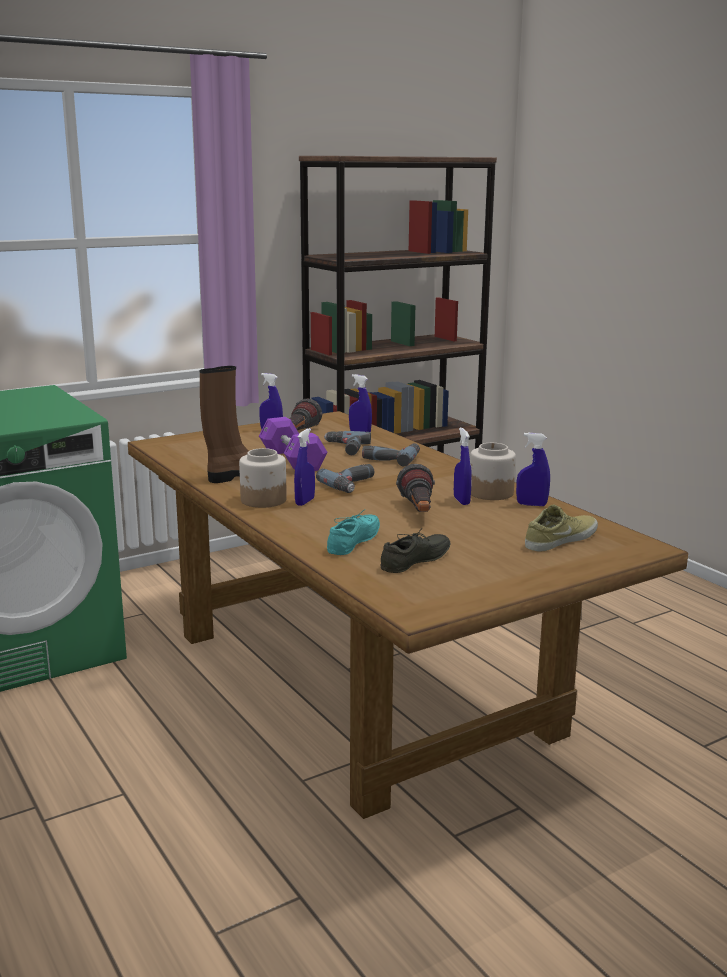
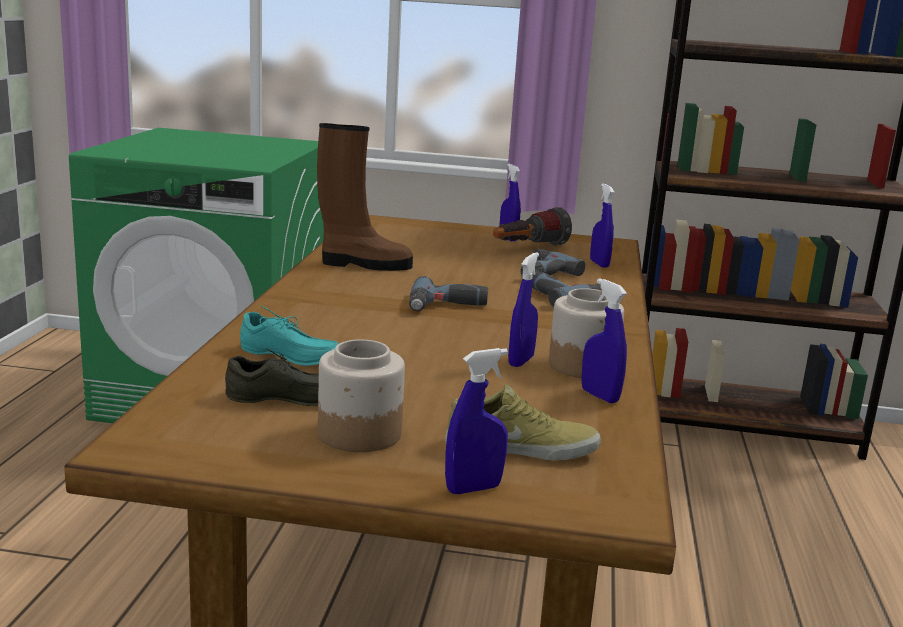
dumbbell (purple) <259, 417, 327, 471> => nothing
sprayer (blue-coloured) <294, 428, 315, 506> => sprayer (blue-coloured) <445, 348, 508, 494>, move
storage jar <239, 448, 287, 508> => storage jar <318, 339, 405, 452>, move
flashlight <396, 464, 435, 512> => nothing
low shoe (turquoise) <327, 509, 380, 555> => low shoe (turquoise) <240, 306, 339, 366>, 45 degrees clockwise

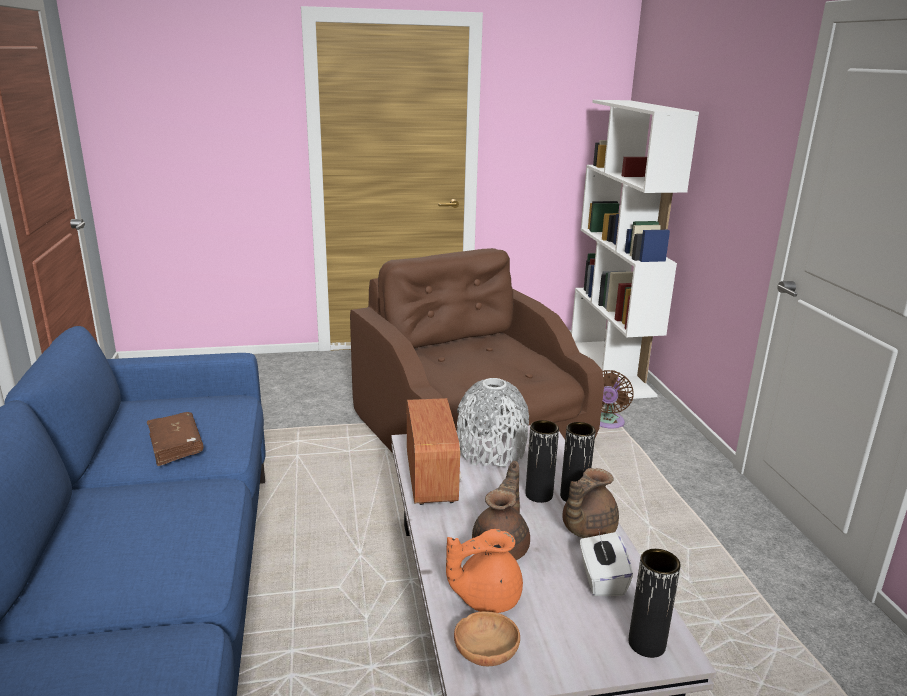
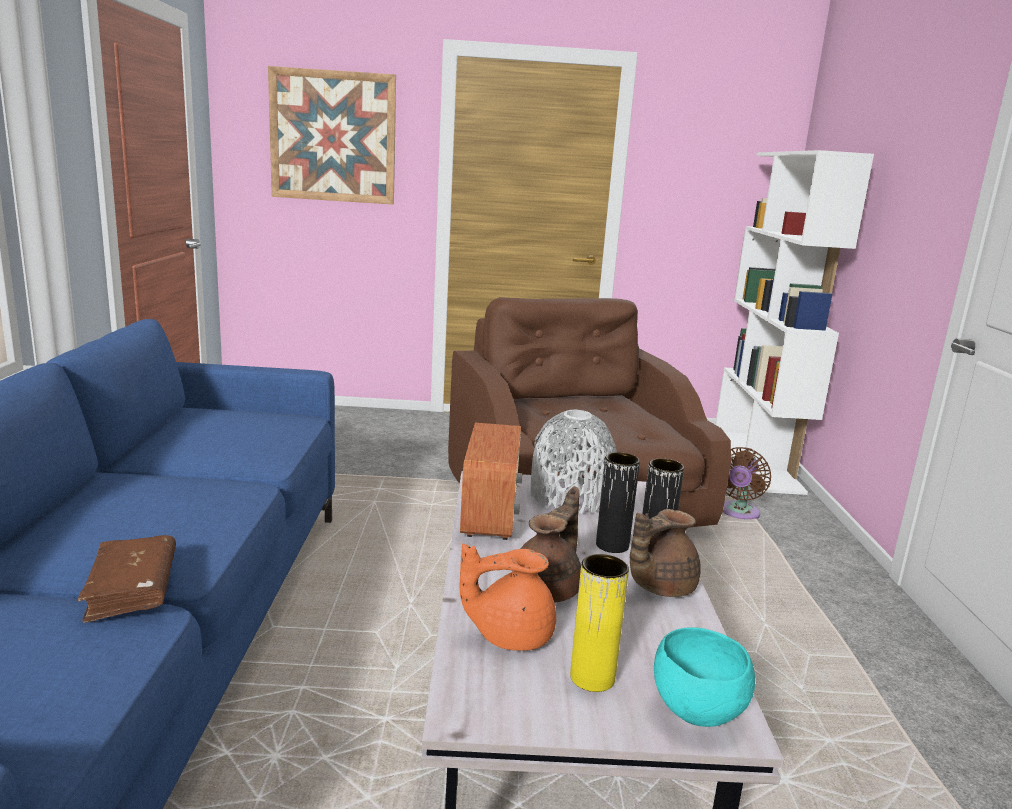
volume (brown) <147, 412, 204, 466> => volume (brown) <78, 535, 176, 623>, move
tissue box (white-coloured) <580, 532, 633, 596> => nothing
decorative vase (black) <629, 549, 681, 658> => serving bowl (turquoise) <654, 627, 755, 727>
serving bowl (brown) <454, 611, 520, 666> => nothing
nothing => wall art <268, 66, 396, 205>
nothing => decorative vase (yellowish) <570, 554, 629, 692>

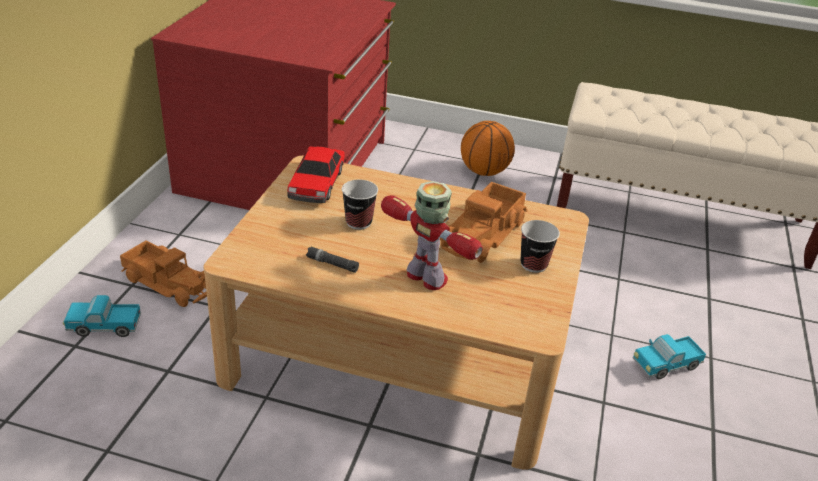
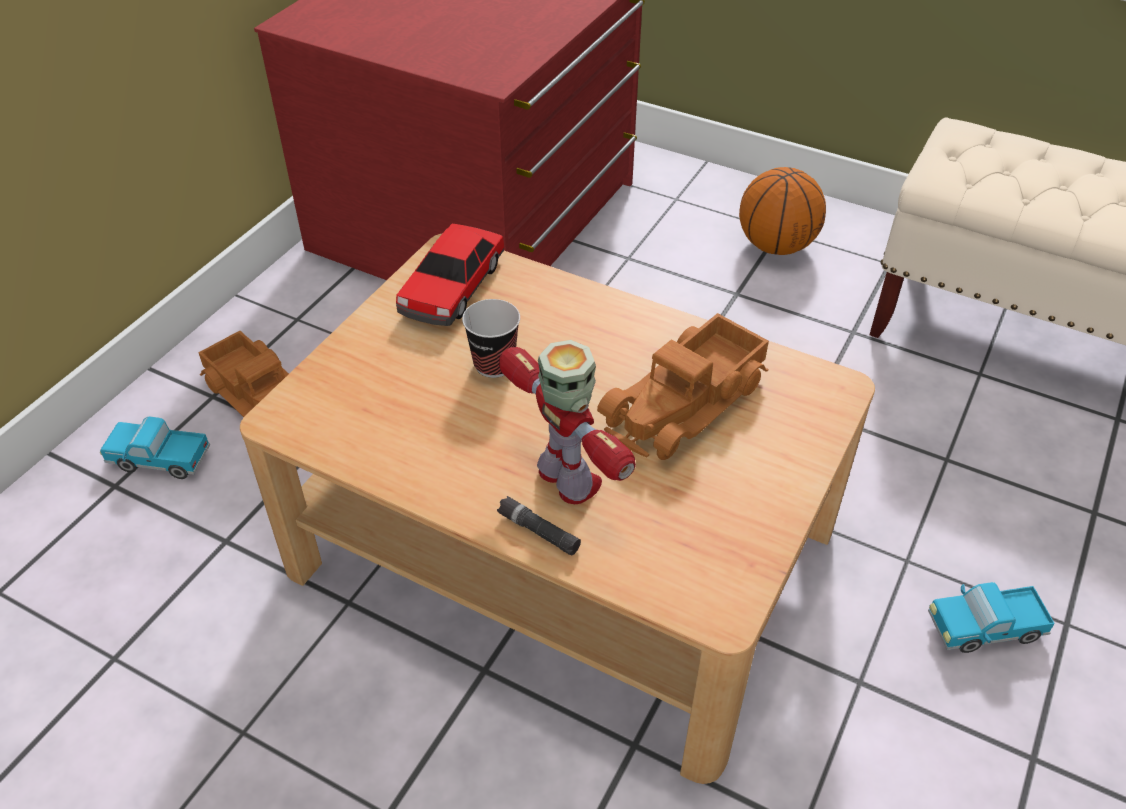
cup <520, 220, 560, 273> => nothing
flashlight (black) <306, 247, 359, 273> => flashlight (black) <497, 496, 581, 555>, move

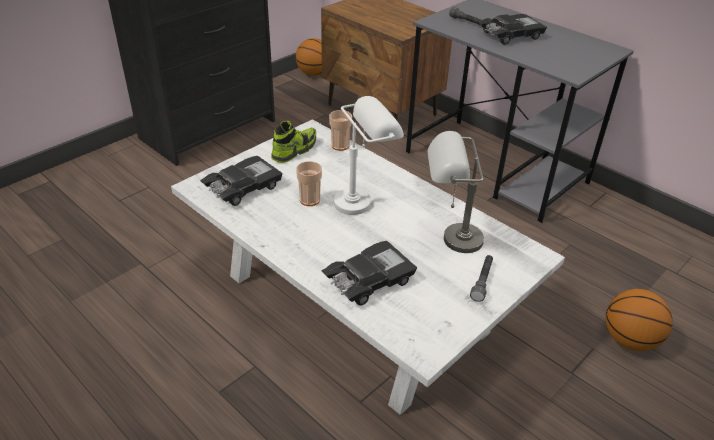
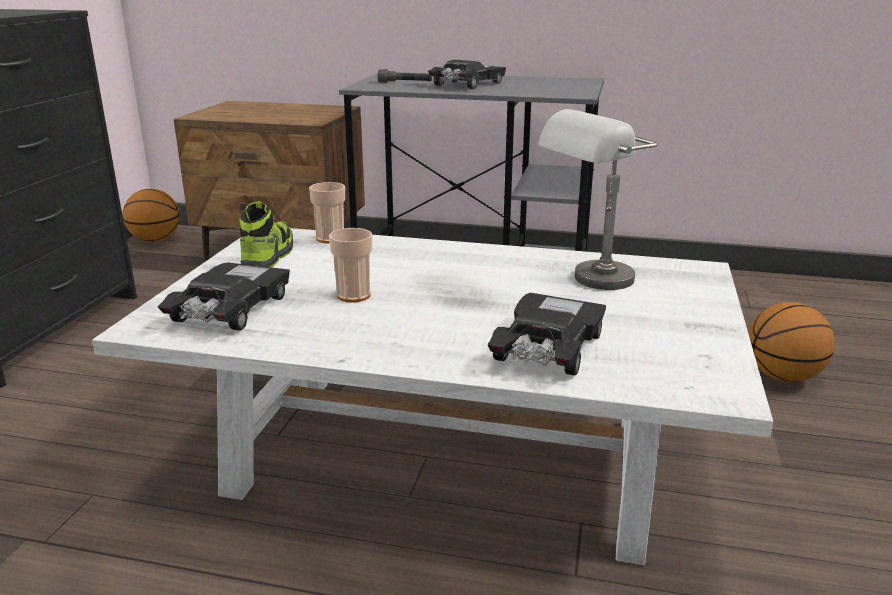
tabletop lamp (white-coloured) <334, 96, 404, 215> => nothing
flashlight (grey) <470, 255, 493, 302> => nothing

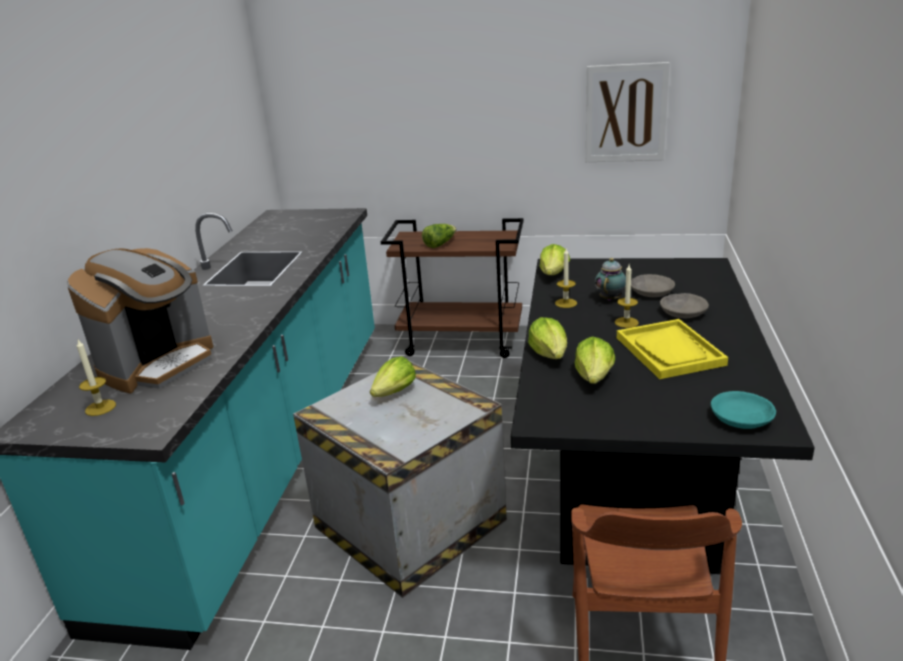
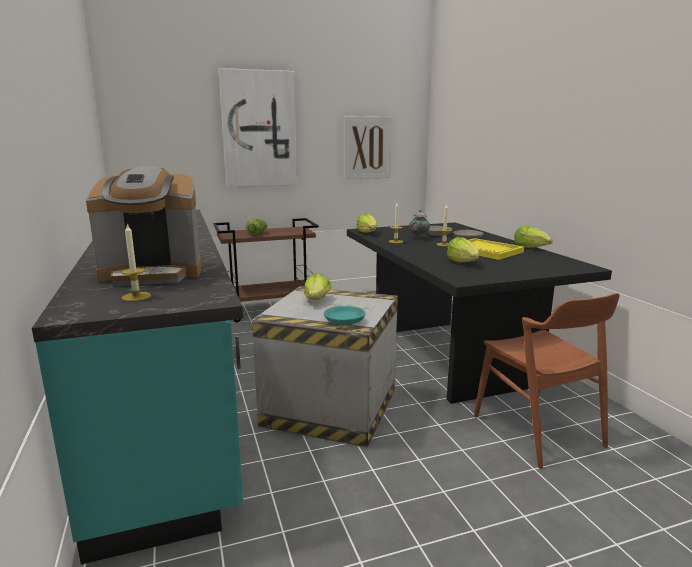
coffee brewer <66, 248, 213, 394> => coffee brewer <86, 166, 201, 286>, 75 degrees clockwise
head of lettuce <528, 317, 567, 359> => head of lettuce <514, 226, 553, 248>, move
serving bowl (turquoise) <711, 391, 776, 429> => serving bowl (turquoise) <324, 306, 365, 325>, move
nothing => wall art <218, 68, 297, 187>

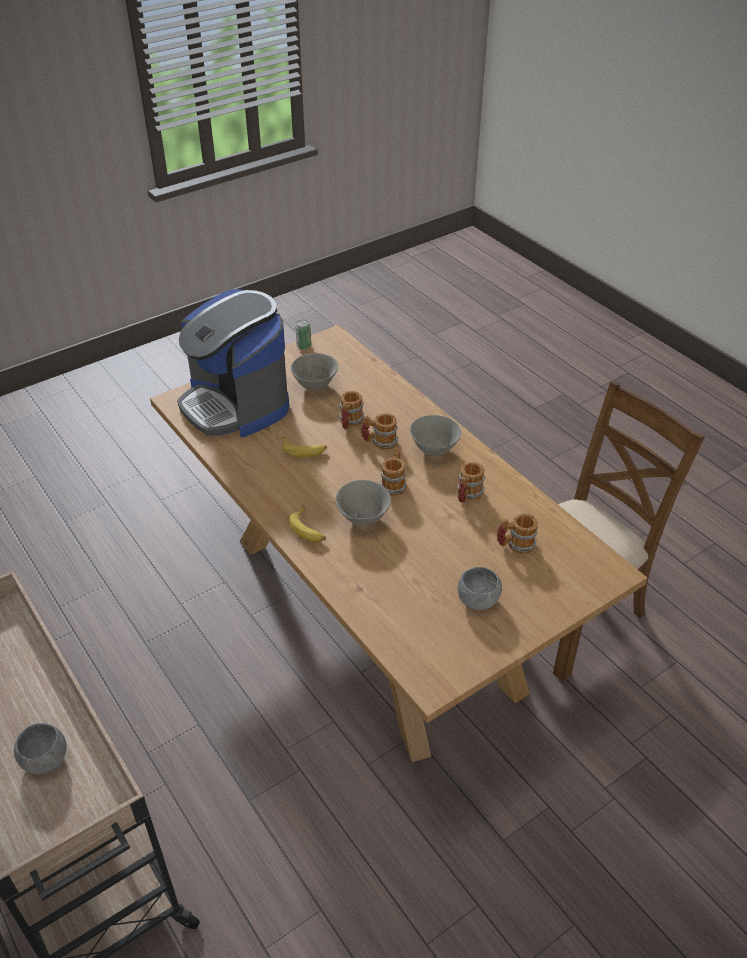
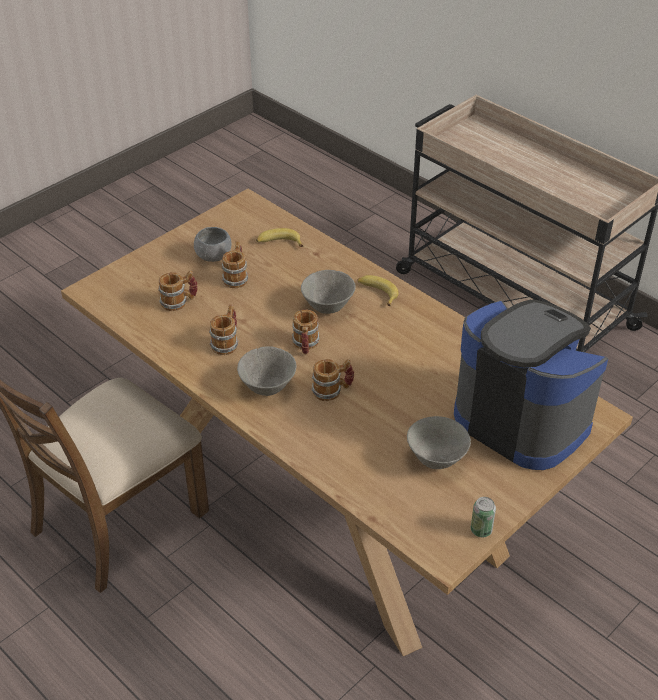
tea mug <339, 391, 364, 430> => tea mug <222, 241, 248, 288>, move
whole banana <282, 436, 327, 457> => whole banana <256, 228, 304, 247>, move
serving bowl (grey) <14, 723, 67, 774> => nothing

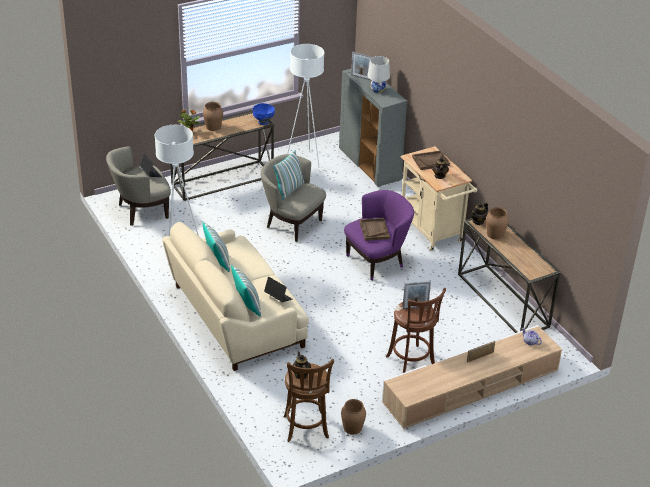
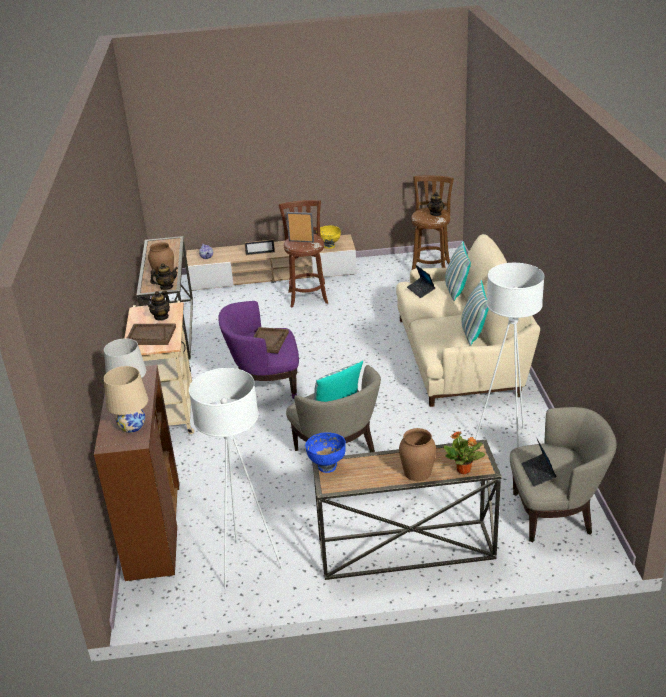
standing frame <351, 52, 372, 80> => tabletop lamp (sand-coloured) <104, 366, 148, 433>
storage cabinet (grey) <339, 69, 407, 187> => storage cabinet (brown) <94, 365, 179, 581>
decorative vase (brown) <341, 399, 366, 435> => nothing
nothing => serving bowl (yellowish) <316, 225, 341, 249>

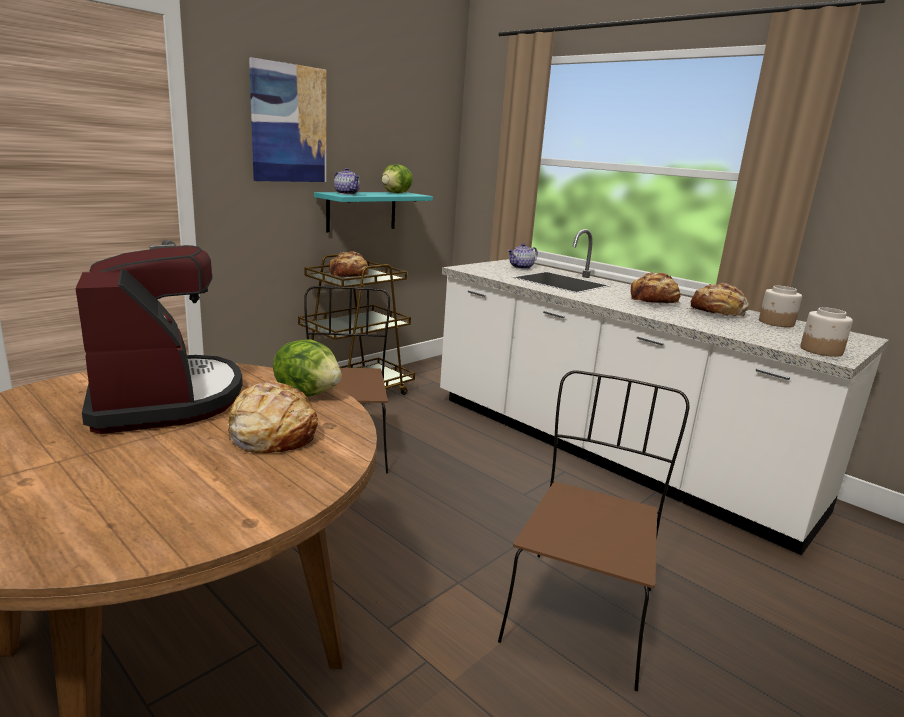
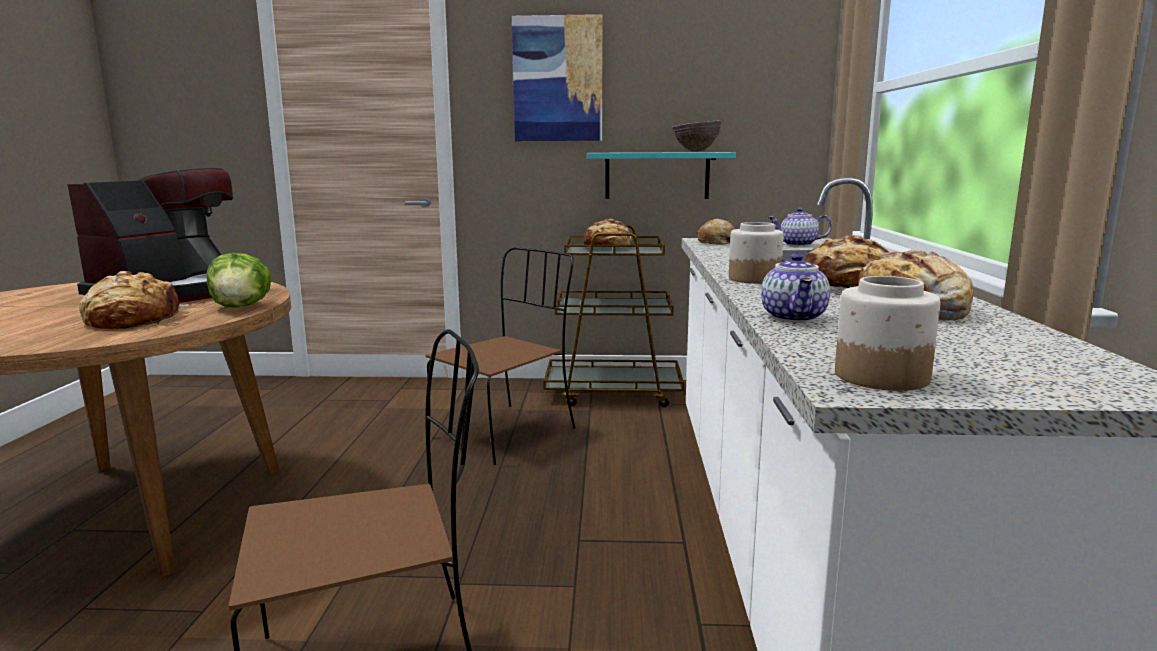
head of lettuce <382, 164, 413, 193> => serving bowl (brown) <672, 121, 722, 152>
teapot <334, 168, 360, 195> => teapot <761, 253, 830, 323>, move
storage jar <759, 286, 802, 327> => storage jar <729, 222, 784, 284>, move
nothing => bakery bread <697, 219, 735, 245>

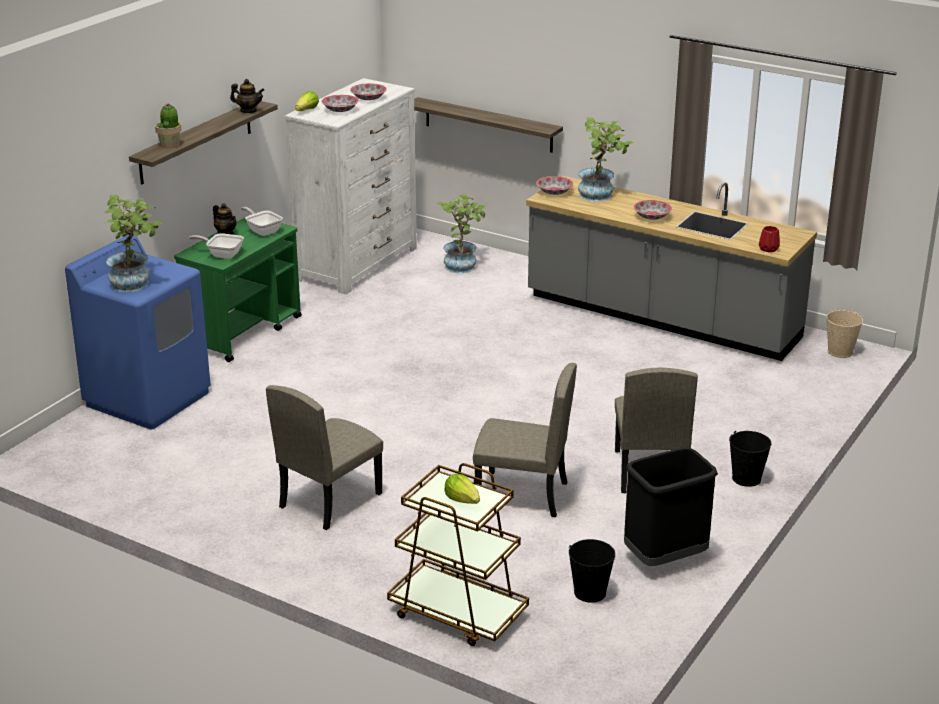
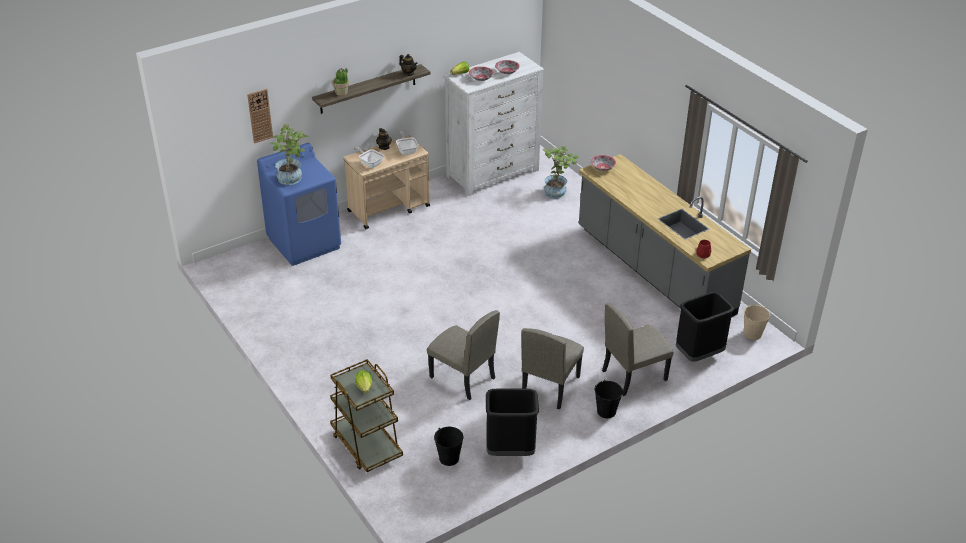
wall shelf <414, 97, 563, 153> => nothing
plant in a pot <578, 117, 634, 202> => nothing
serving bowl <633, 200, 672, 220> => nothing
wheeled cart (greenish) <174, 218, 302, 362> => wheeled cart (sand-coloured) <343, 135, 430, 229>
upright chair (sand-coloured) <266, 385, 383, 530> => upright chair (sand-coloured) <602, 303, 674, 396>, move
nothing => clock on the wall <247, 89, 273, 143>
nothing => trash can (black) <676, 292, 734, 362>

